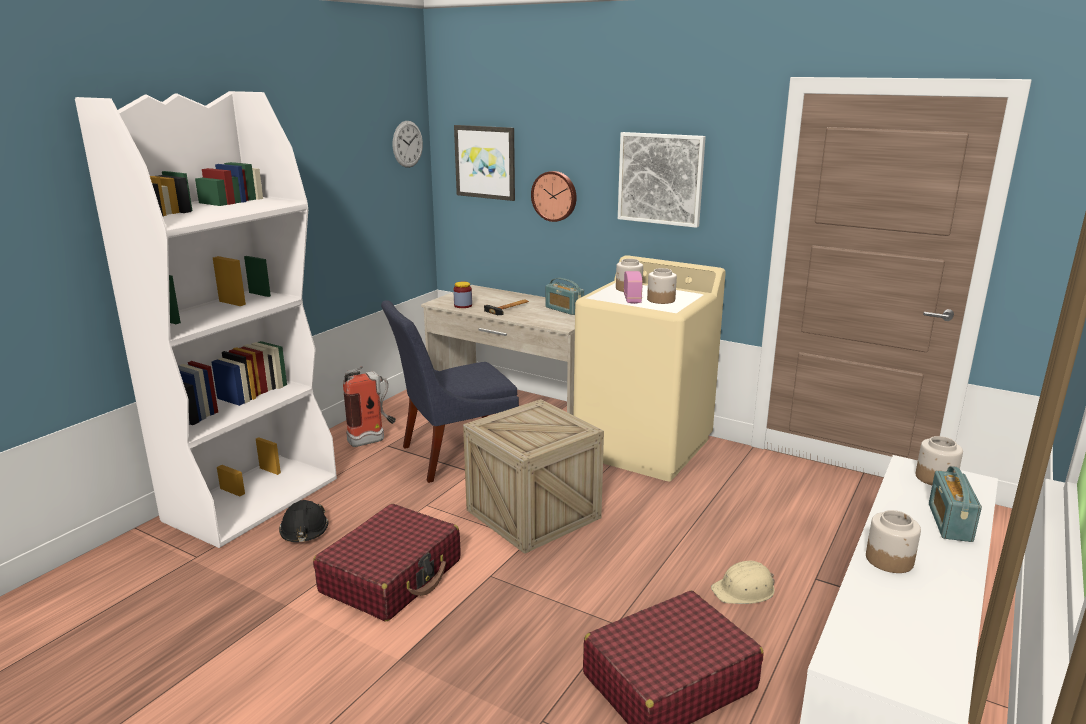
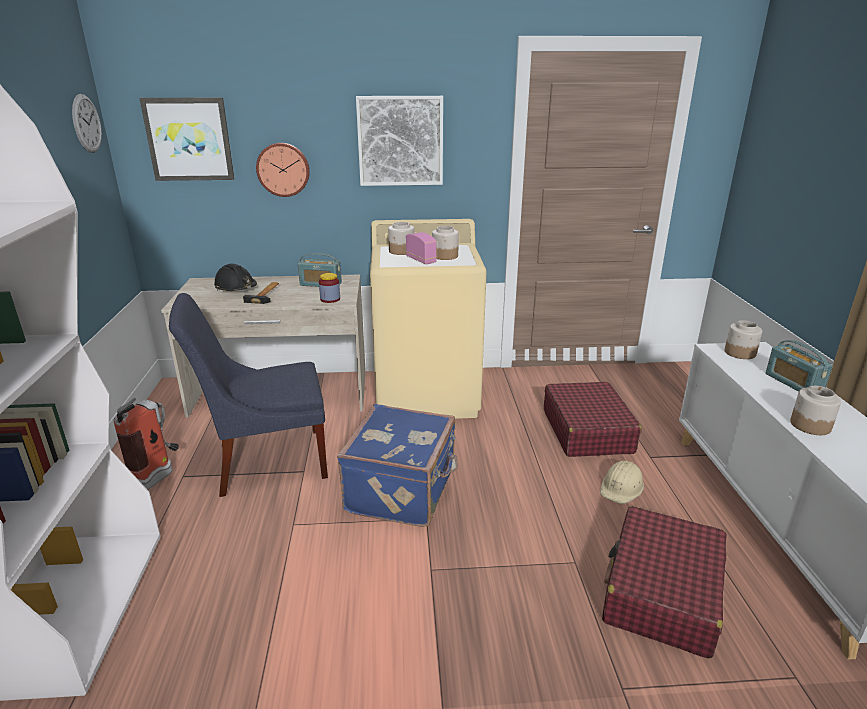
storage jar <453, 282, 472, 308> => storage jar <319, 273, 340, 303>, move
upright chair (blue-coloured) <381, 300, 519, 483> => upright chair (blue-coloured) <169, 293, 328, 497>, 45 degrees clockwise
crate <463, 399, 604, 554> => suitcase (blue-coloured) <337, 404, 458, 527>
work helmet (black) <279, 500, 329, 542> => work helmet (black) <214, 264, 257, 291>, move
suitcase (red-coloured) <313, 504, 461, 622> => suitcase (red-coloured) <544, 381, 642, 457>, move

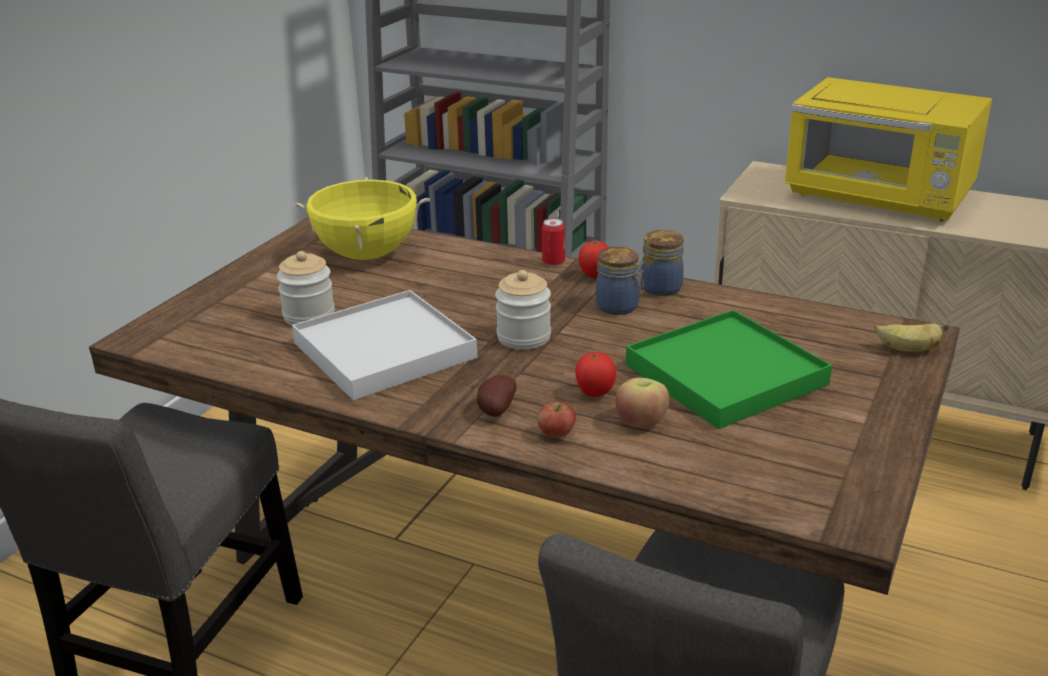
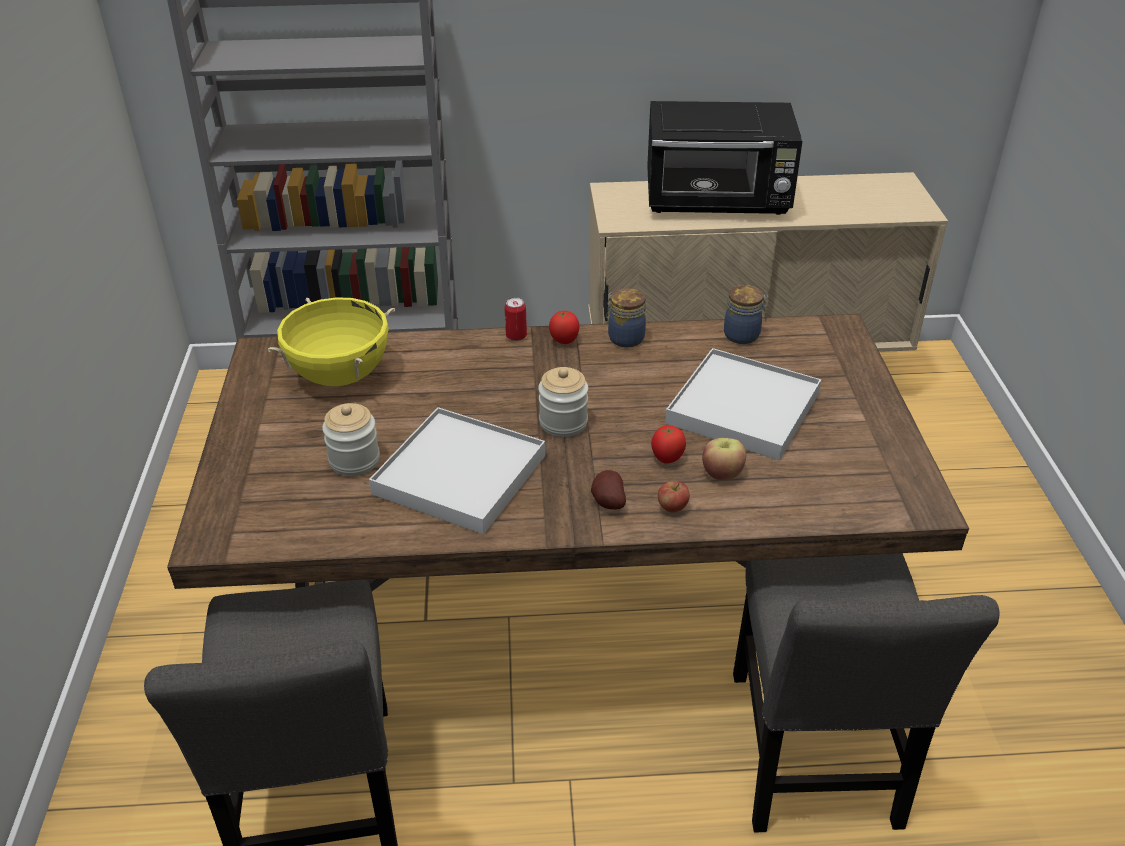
kitchen microwave (yellowish) <784, 77, 992, 221> => kitchen microwave (black) <647, 101, 802, 215>
storage jar <596, 247, 644, 315> => storage jar <724, 285, 768, 344>, move
carrying tray (greenish) <626, 310, 832, 429> => carrying tray (white-coloured) <665, 348, 821, 460>
whole banana <874, 324, 949, 351> => nothing

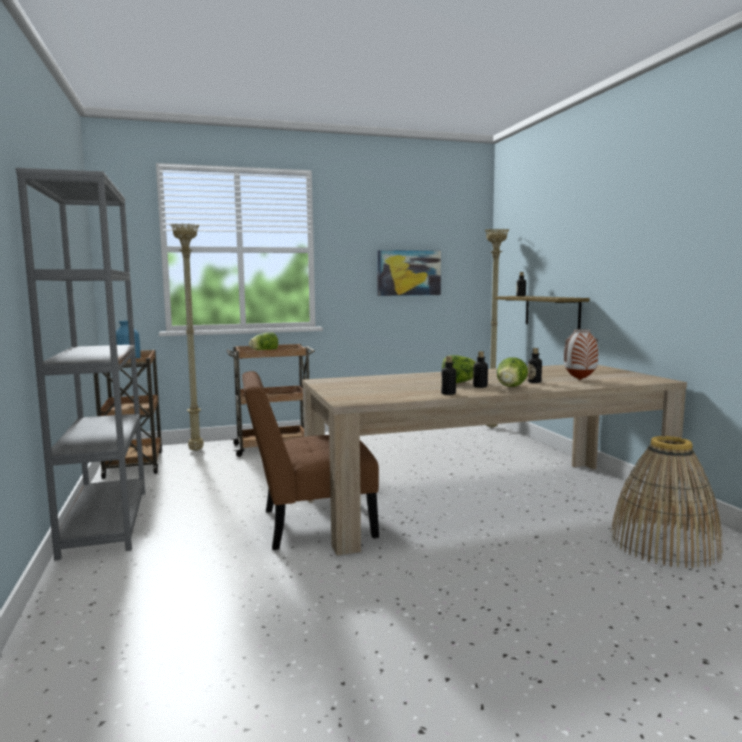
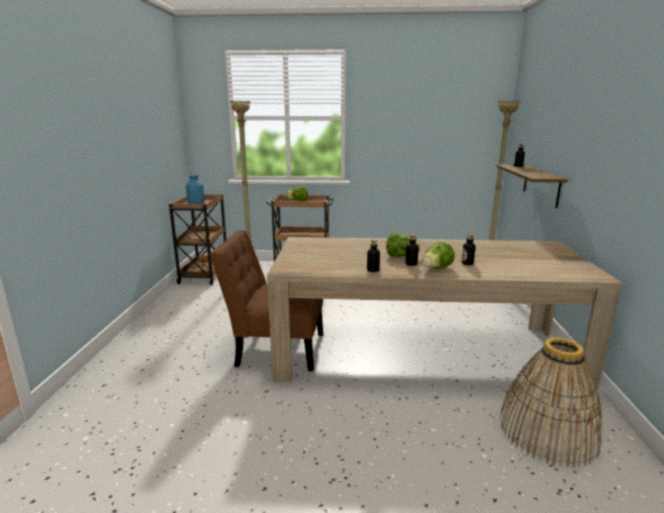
bookcase (grey) <16, 168, 145, 561> => nothing
wall art <377, 250, 441, 296> => nothing
decorative vase <564, 329, 598, 380> => nothing

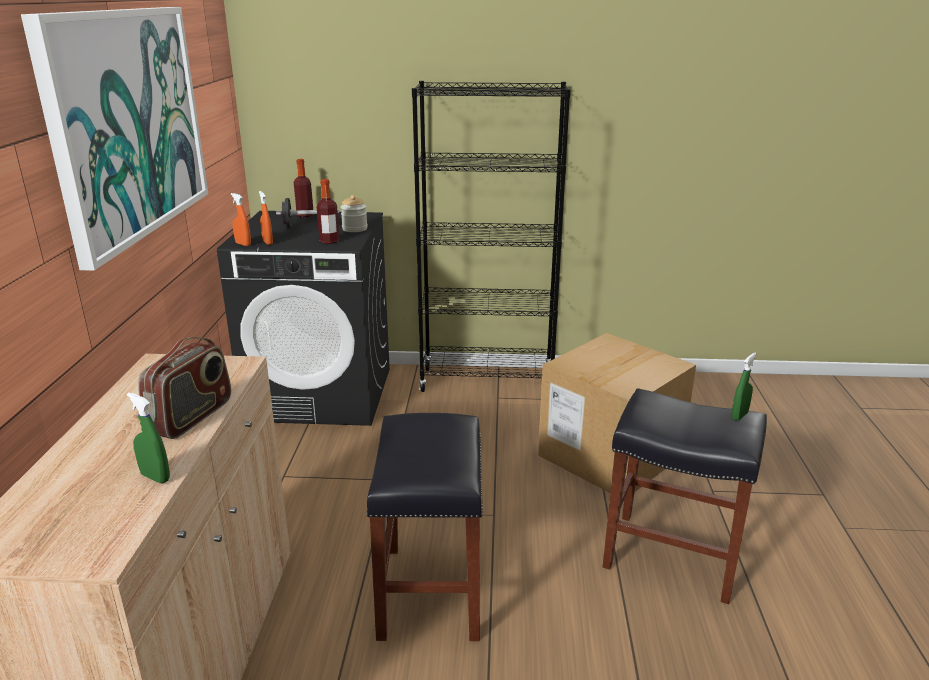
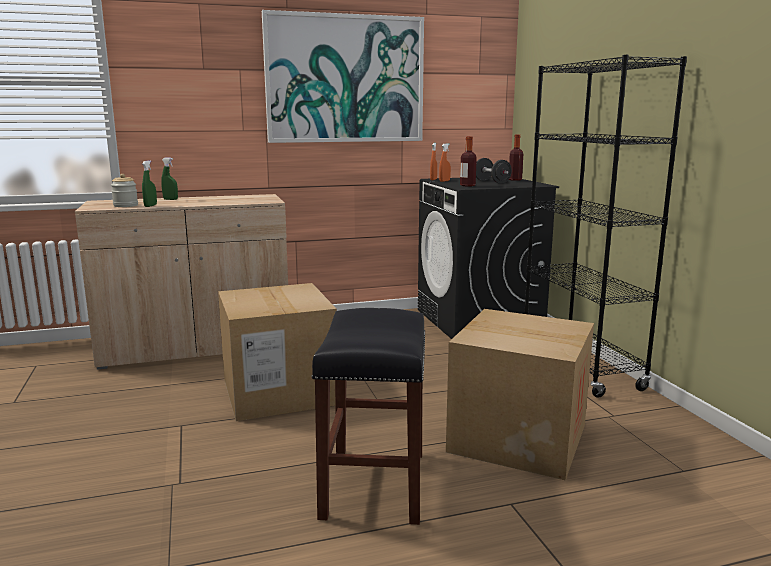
storage jar <341, 195, 368, 232> => storage jar <111, 174, 138, 207>, move
radio set <138, 337, 231, 439> => nothing
sprayer (greenish) <731, 353, 756, 421> => sprayer (greenish) <161, 158, 178, 200>, move
stool seat (black) <366, 413, 483, 641> => cardboard box <218, 283, 337, 421>

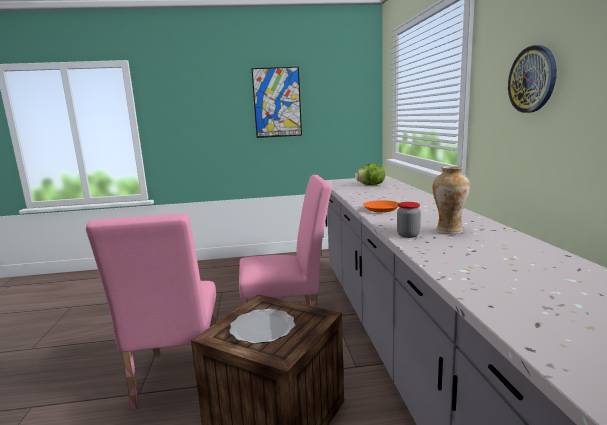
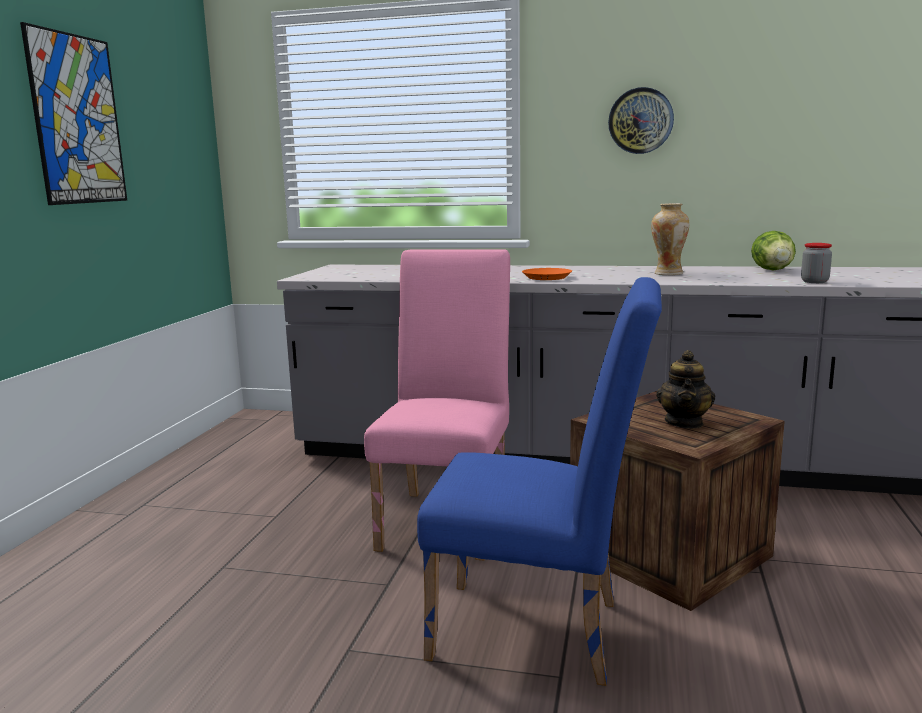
head of lettuce <355, 163, 385, 185> => head of lettuce <751, 231, 796, 270>, move
storage jar <397, 202, 421, 238> => storage jar <801, 243, 832, 283>, move
upright chair (pink-coloured) <86, 213, 217, 410> => upright chair (blue-coloured) <417, 277, 662, 686>
dinner plate <229, 309, 295, 344> => teapot <656, 350, 715, 429>

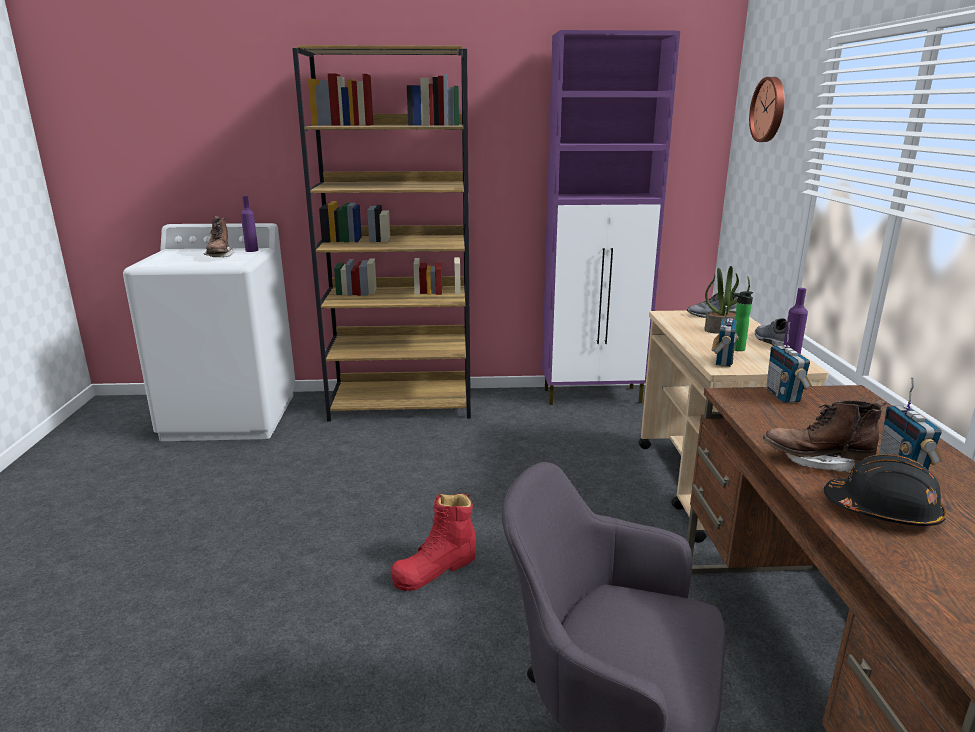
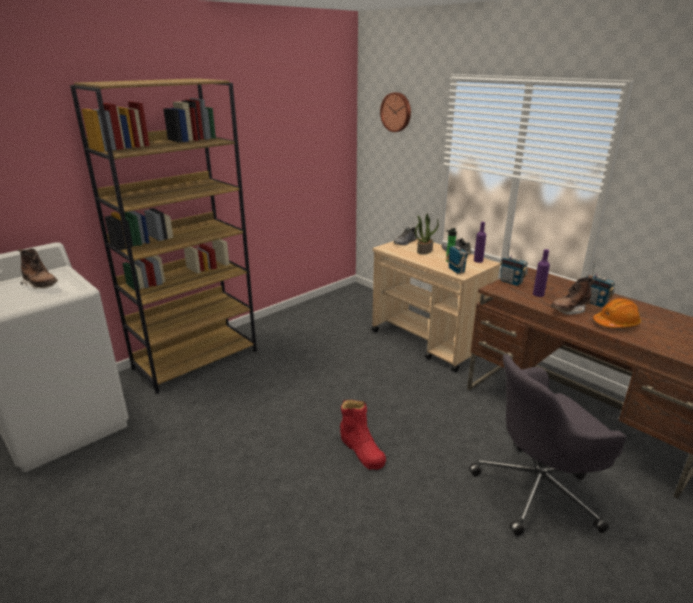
storage cabinet (purple) <542, 30, 680, 405> => nothing
beverage bottle (purple) <241, 196, 258, 252> => beverage bottle (purple) <533, 249, 550, 297>, move
work helmet (black) <824, 454, 946, 527> => work helmet (orangey) <593, 298, 641, 328>
high-top boot (red-coloured) <391, 493, 476, 591> => high-top boot (red-coloured) <340, 399, 386, 470>, 45 degrees counterclockwise

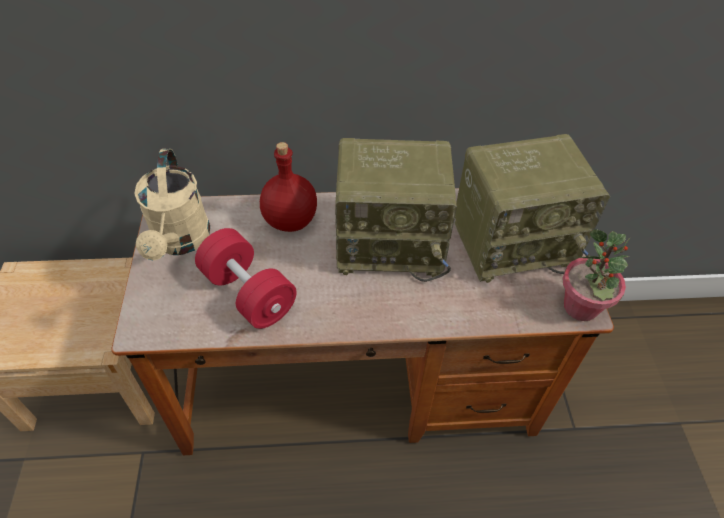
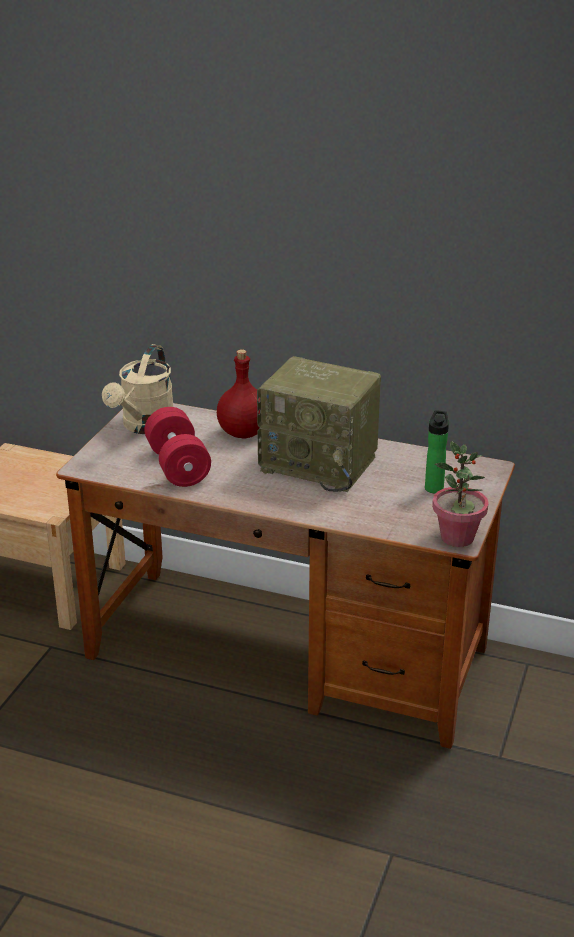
radio set <454, 134, 610, 283> => beverage bottle <425, 411, 449, 493>

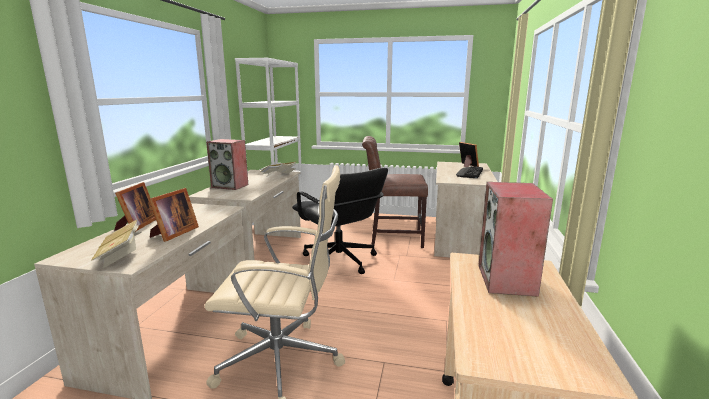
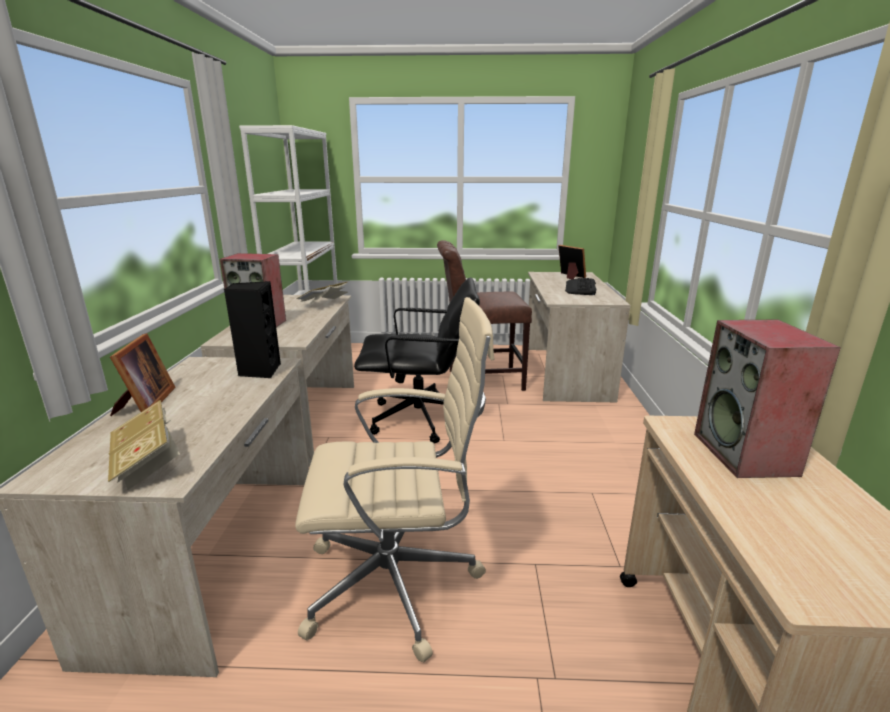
office chair (black) <292, 168, 388, 274> => office chair (black) <354, 277, 480, 444>, 45 degrees counterclockwise
standing frame <149, 188, 199, 242> => nothing
nothing => loudspeaker (black) <224, 281, 281, 378>

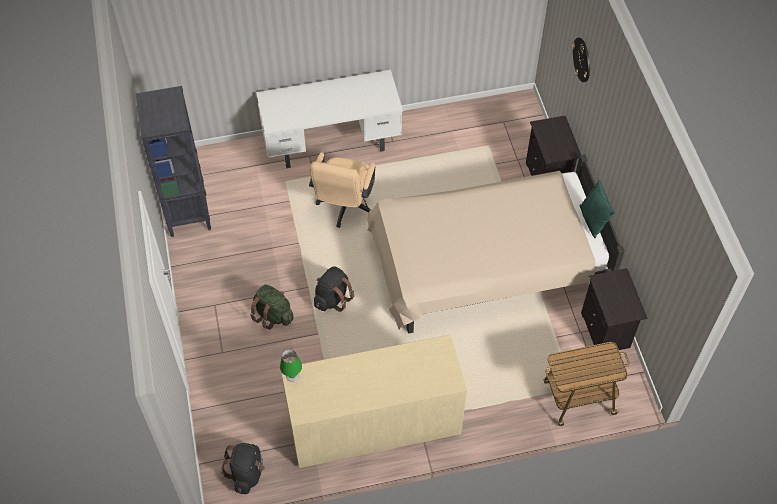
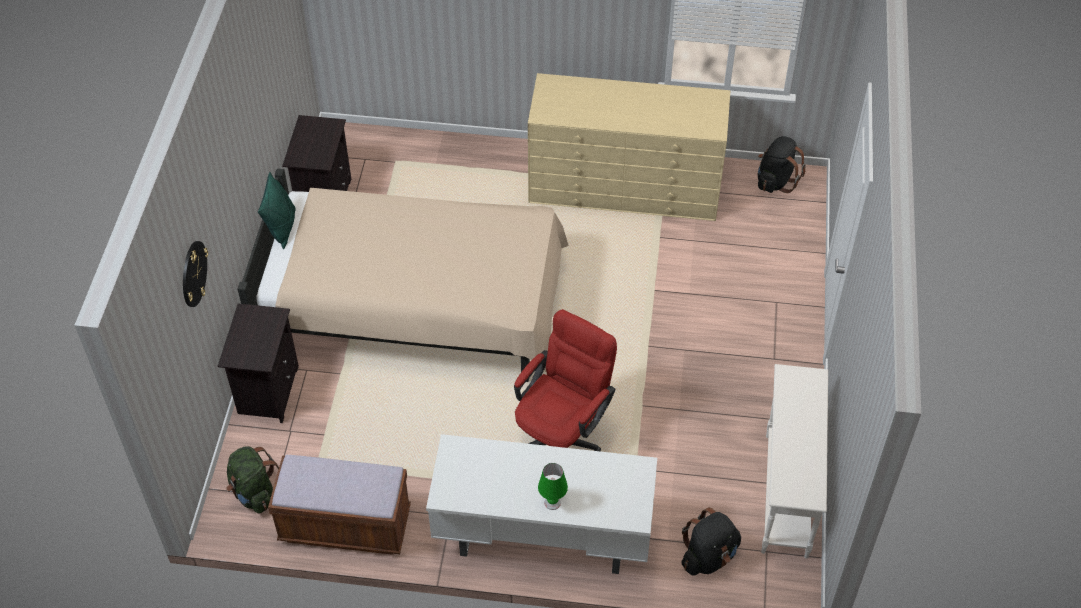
bookcase (black) <135, 86, 211, 237> => narrow table (white-coloured) <761, 364, 828, 559>
office chair (sand-coloured) <309, 152, 375, 228> => office chair (red-coloured) <514, 309, 617, 451>
backpack (black) <314, 266, 354, 312> => backpack (black) <681, 507, 741, 576>, move
backpack (greenish) <250, 285, 294, 330> => backpack (greenish) <226, 446, 279, 514>, move
wheeled cart <543, 342, 630, 426> => nothing
tabletop lamp (greenish) <280, 350, 302, 382> => tabletop lamp (greenish) <538, 463, 568, 510>, move
nothing => long seat (brown) <268, 455, 411, 555>

